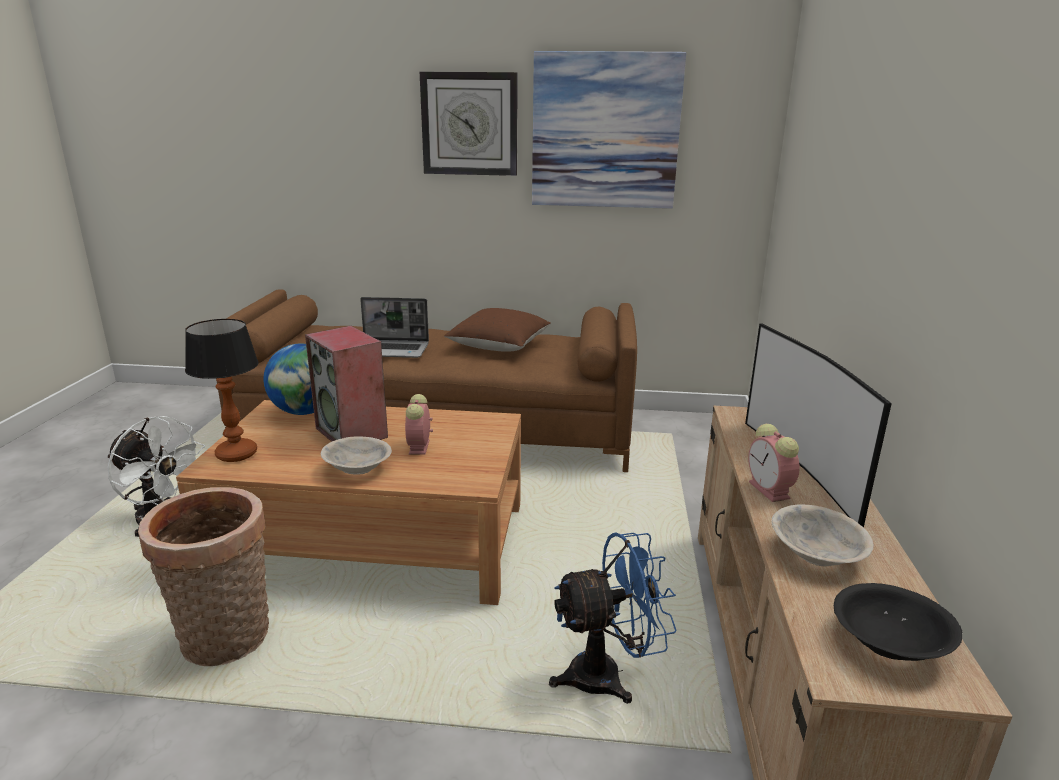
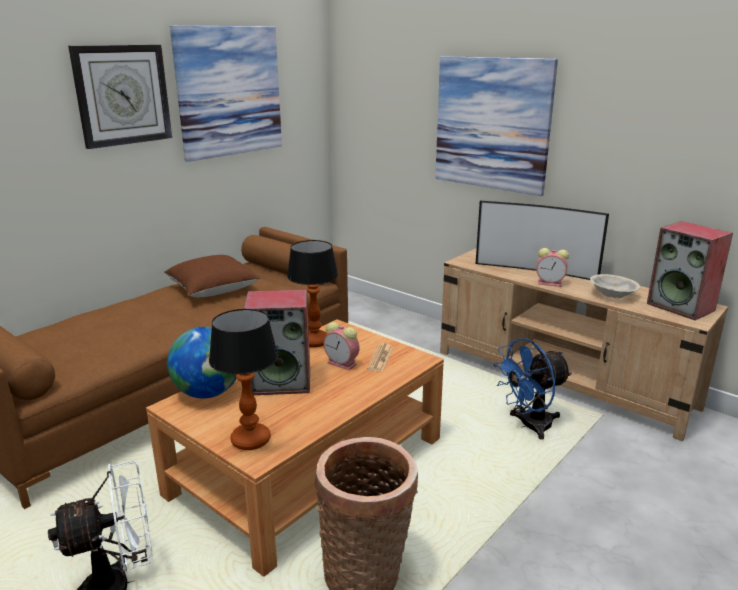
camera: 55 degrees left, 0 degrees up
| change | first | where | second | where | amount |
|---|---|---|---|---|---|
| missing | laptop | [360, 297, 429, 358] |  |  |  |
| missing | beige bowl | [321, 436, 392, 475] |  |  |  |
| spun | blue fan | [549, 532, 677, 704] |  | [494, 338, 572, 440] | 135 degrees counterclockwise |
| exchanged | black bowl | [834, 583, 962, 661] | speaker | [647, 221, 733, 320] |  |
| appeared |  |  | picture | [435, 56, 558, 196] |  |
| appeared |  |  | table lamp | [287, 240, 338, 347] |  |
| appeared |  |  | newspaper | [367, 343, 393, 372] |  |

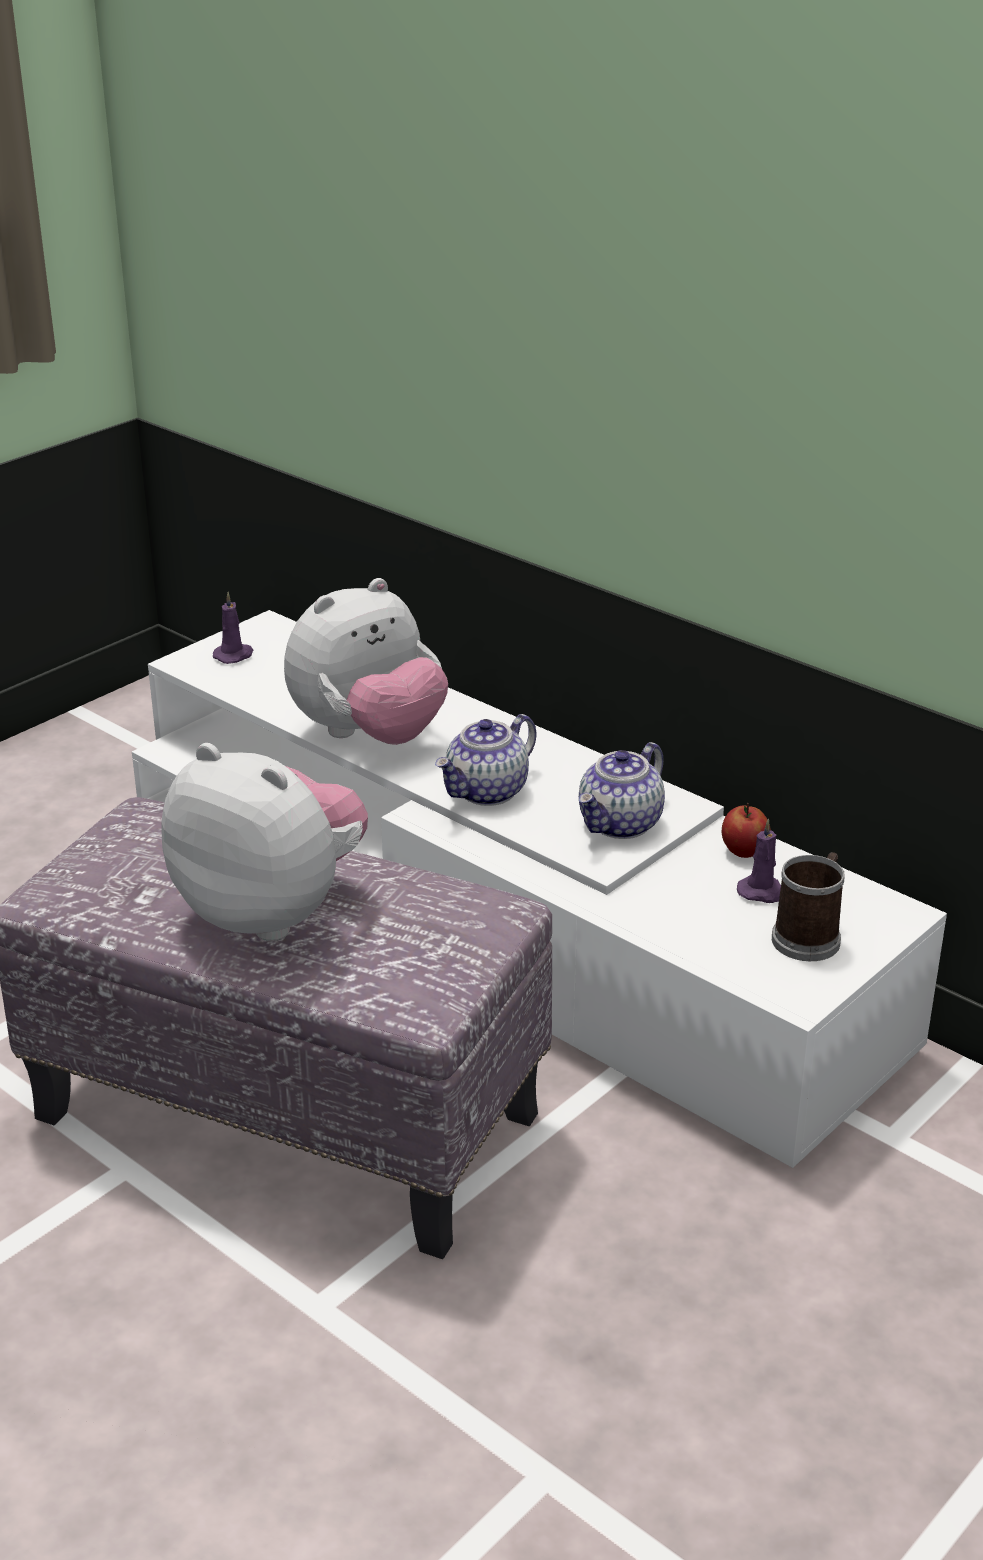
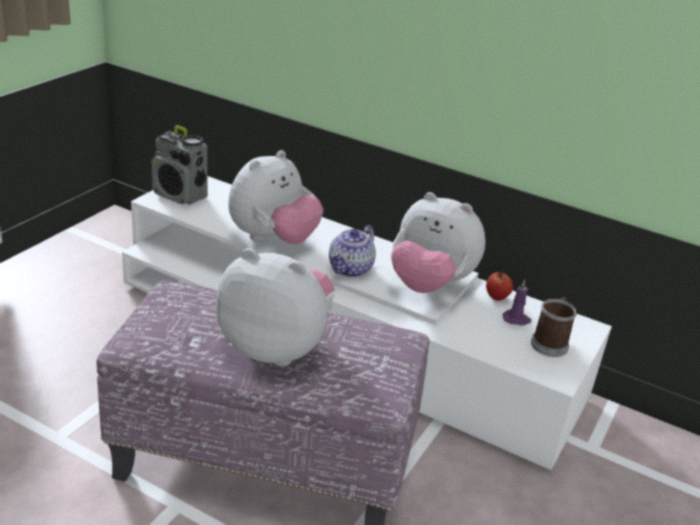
camera: 15 degrees left, 0 degrees up
| change | first | where | second | where | amount |
|---|---|---|---|---|---|
| exchanged | purple candle | [213, 592, 253, 664] | radio | [151, 125, 207, 205] |  |
| exchanged | teapot | [579, 742, 665, 839] | plush toy | [391, 192, 486, 293] |  |

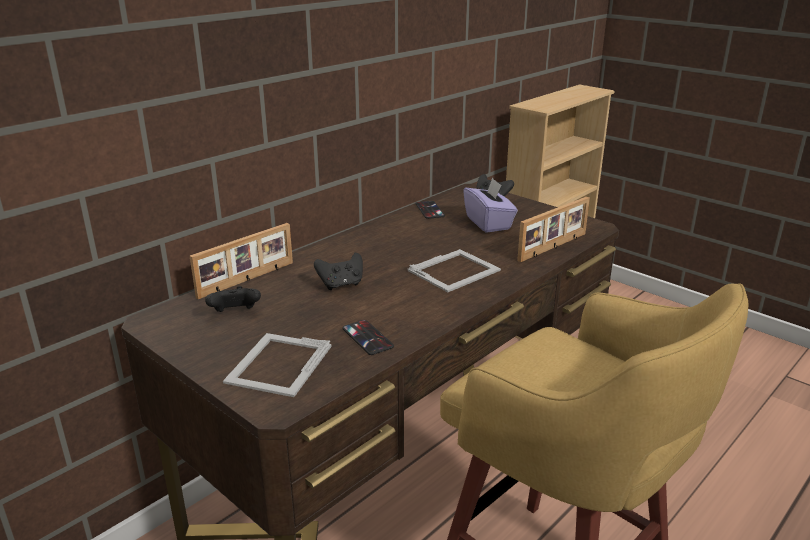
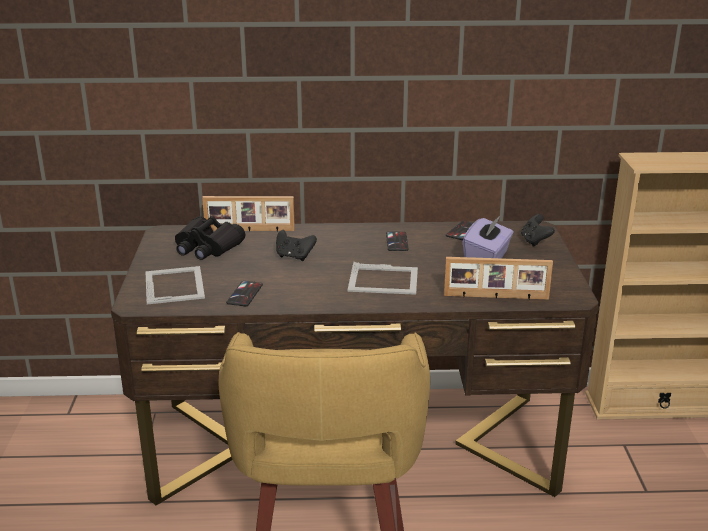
camera: 45 degrees right, 0 degrees up
| change | first | where | second | where | amount |
|---|---|---|---|---|---|
| exchanged | black game controller | [205, 286, 261, 312] | black binoculars | [175, 216, 245, 260] |  |
| spun | picture frame | [223, 333, 332, 397] |  | [145, 266, 205, 305] | 105 degrees clockwise |
| appeared |  |  | phone | [386, 231, 409, 251] |  |

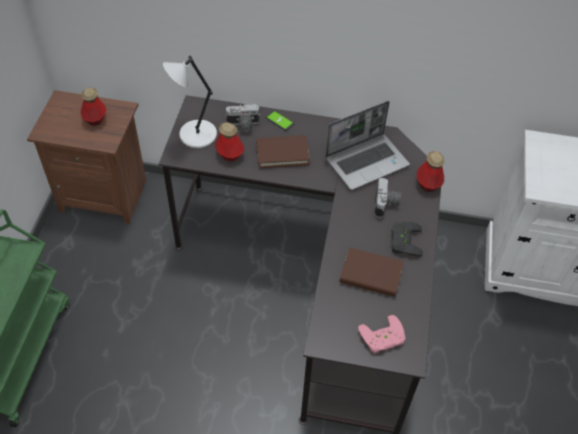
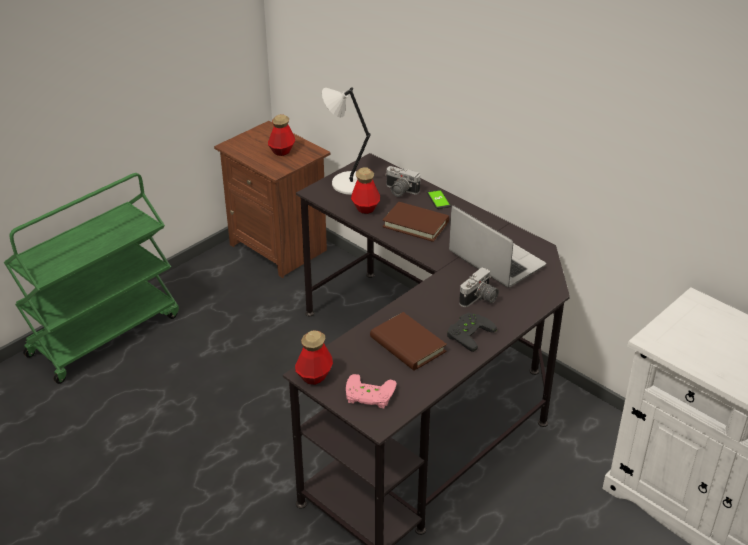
camera: 35 degrees right, 15 degrees down
| change | first | where | second | where | amount |
|---|---|---|---|---|---|
| spun | laptop | [325, 101, 410, 190] |  | [449, 205, 546, 288] | 135 degrees counterclockwise |
| relocated | bottle | [417, 152, 445, 192] |  | [295, 330, 333, 385] |  |

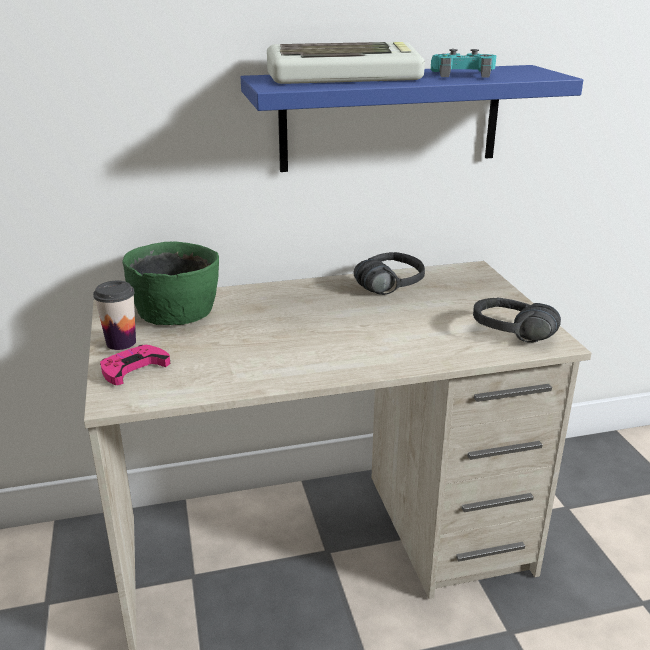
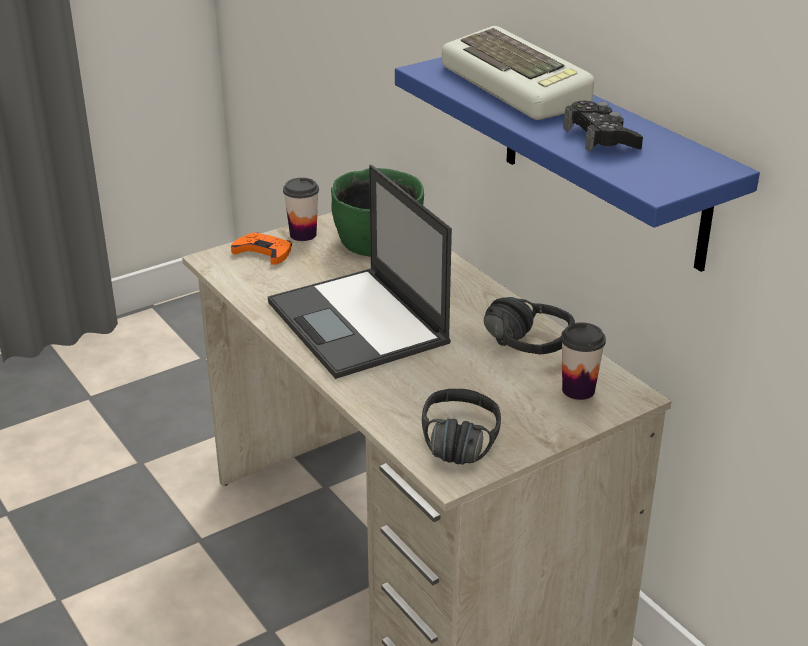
camera: 70 degrees right, 5 degrees up
| change | first | where | second | where | amount |
|---|---|---|---|---|---|
| colour | turquoise game controller | [431, 49, 496, 77] | black game controller | [563, 101, 643, 153] |  |
| colour | pink game controller | [100, 345, 170, 385] | orange game controller | [231, 233, 292, 265] |  |
| appeared |  |  | laptop | [268, 164, 452, 379] |  |
| appeared |  |  | cup | [561, 322, 606, 400] |  |

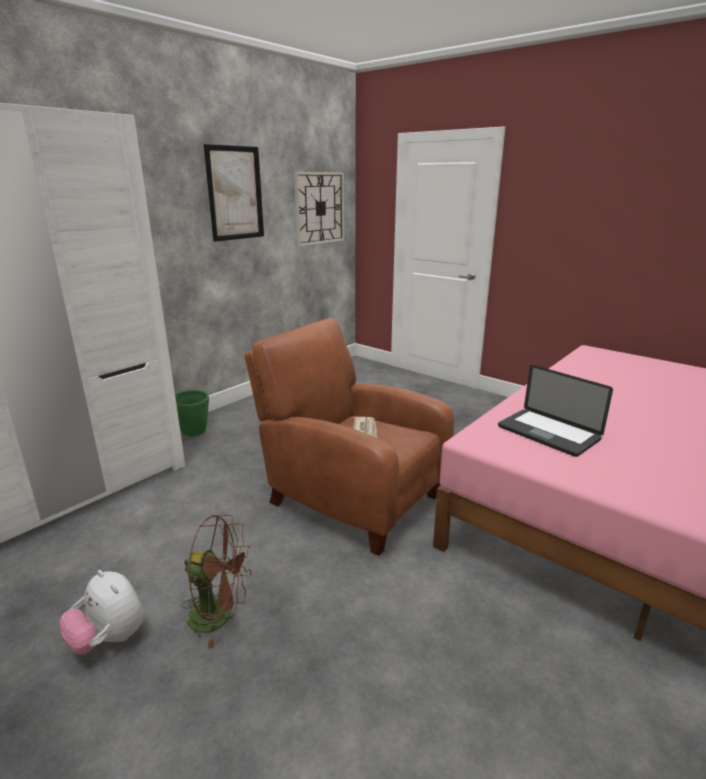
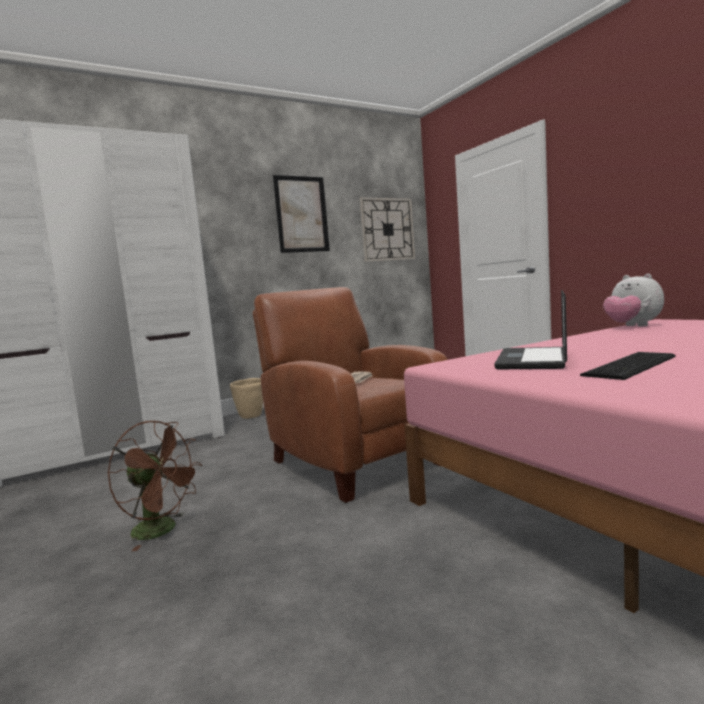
camera: 20 degrees right, 15 degrees down
| change | first | where | second | where | amount |
|---|---|---|---|---|---|
| spun | laptop | [498, 365, 613, 457] |  | [495, 290, 567, 369] | 45 degrees clockwise |
| colour | green planter | [175, 389, 209, 437] | beige planter | [230, 378, 263, 419] |  |
| relocated | plush toy | [59, 570, 144, 655] |  | [603, 274, 664, 326] |  |
| appeared |  |  | keyboard | [580, 352, 676, 380] |  |

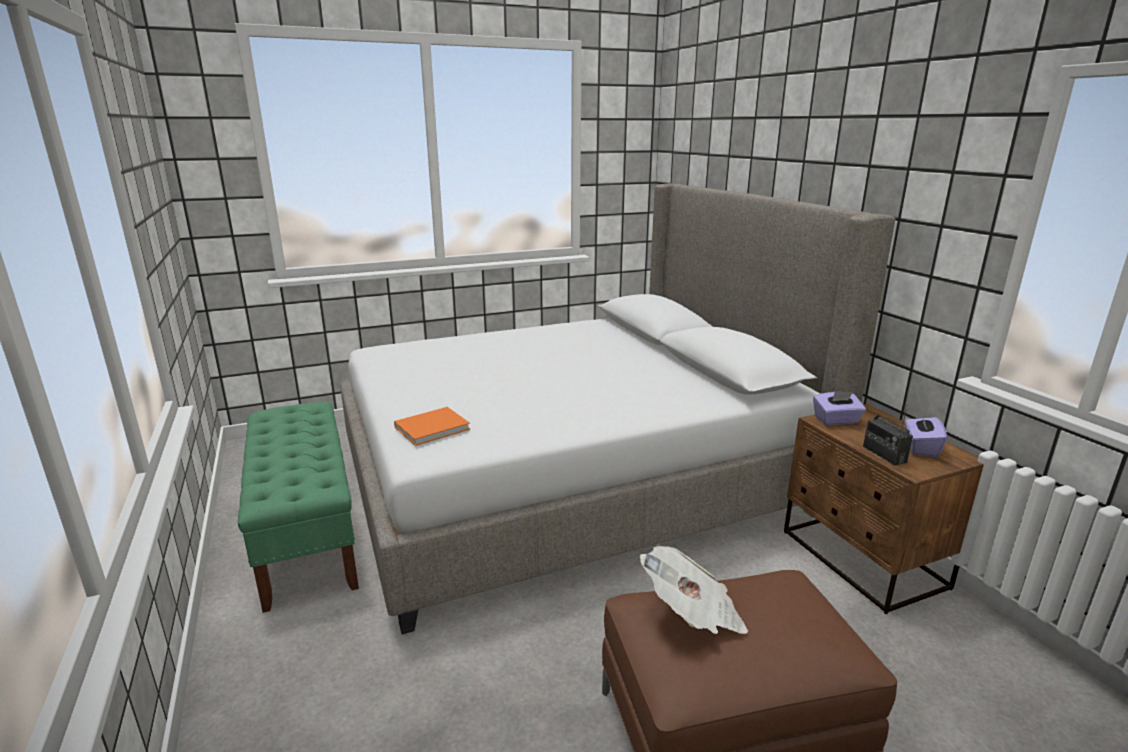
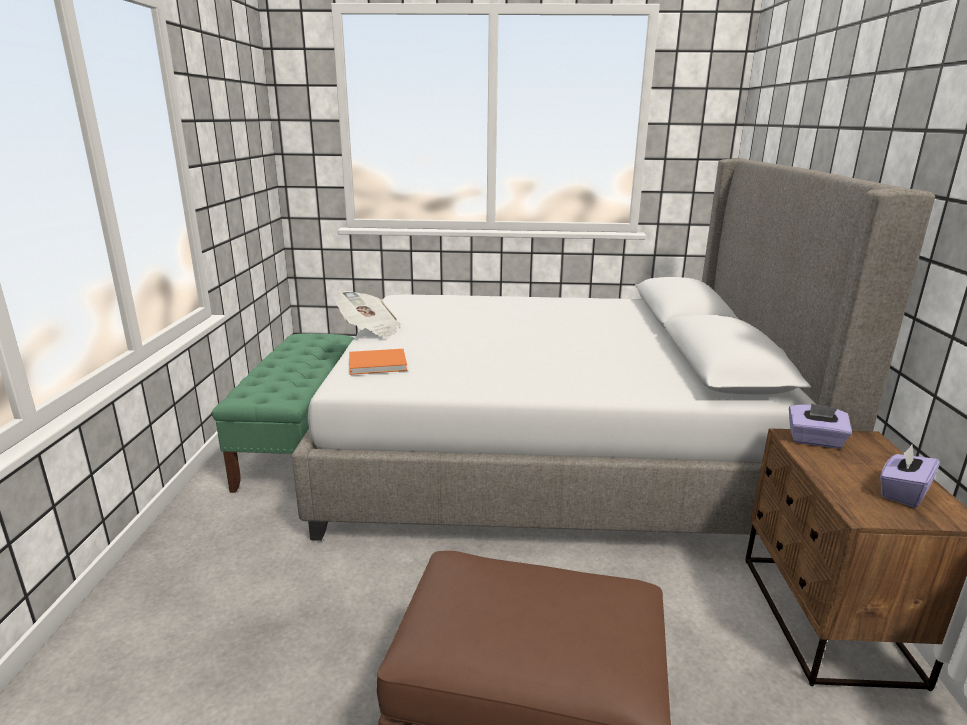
camera: 25 degrees right, 0 degrees up
| change | first | where | second | where | amount |
|---|---|---|---|---|---|
| missing | radio | [863, 405, 913, 466] |  |  |  |
| relocated | newspaper | [640, 546, 748, 634] |  | [336, 291, 401, 338] |  |

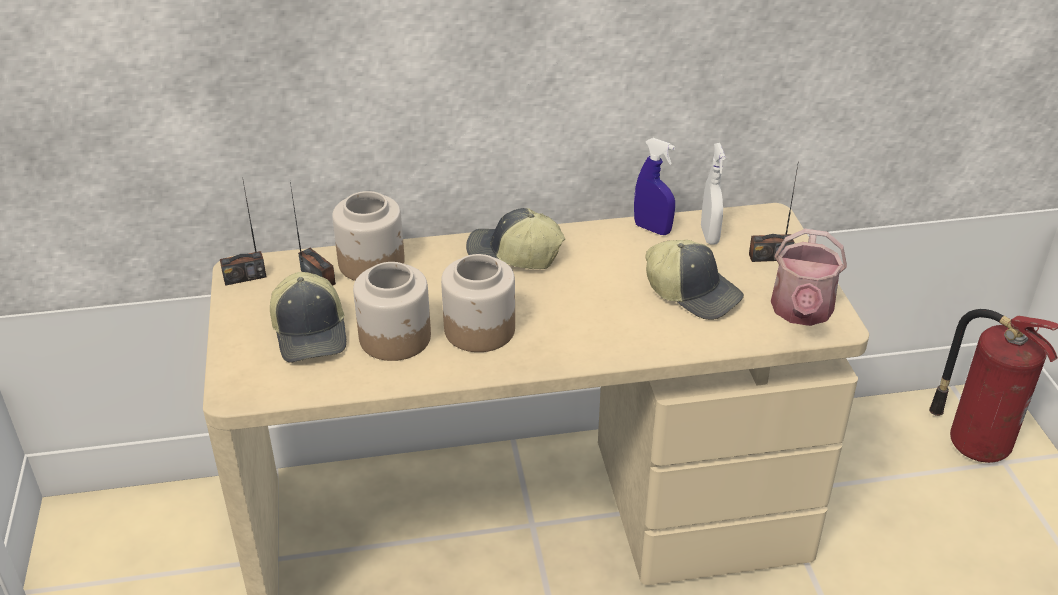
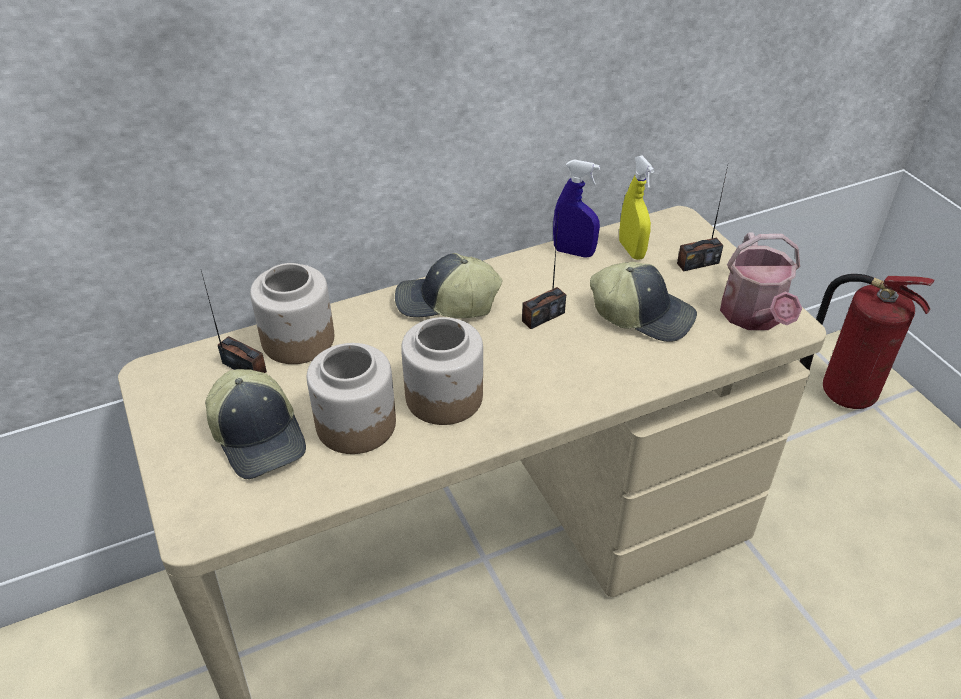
camera: 15 degrees left, 5 degrees up
| change | first | where | second | where | amount |
|---|---|---|---|---|---|
| colour | white spray bottle | [701, 143, 725, 245] | yellow spray bottle | [619, 156, 655, 260] |  |
| relocated | radio | [220, 182, 266, 286] |  | [522, 212, 566, 329] |  |

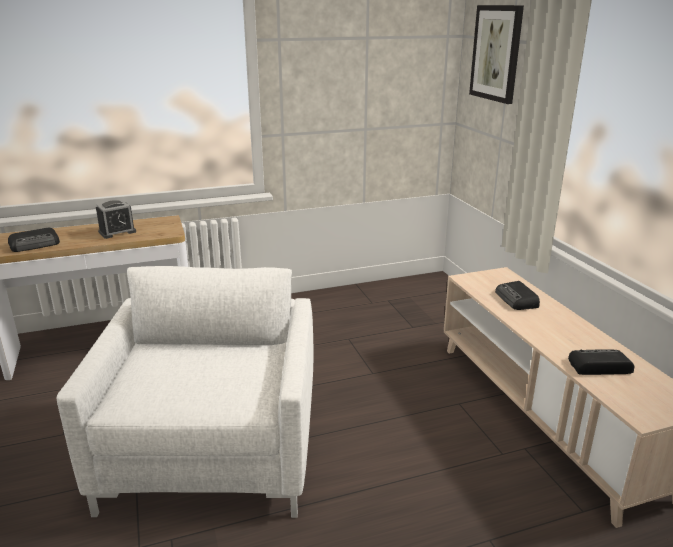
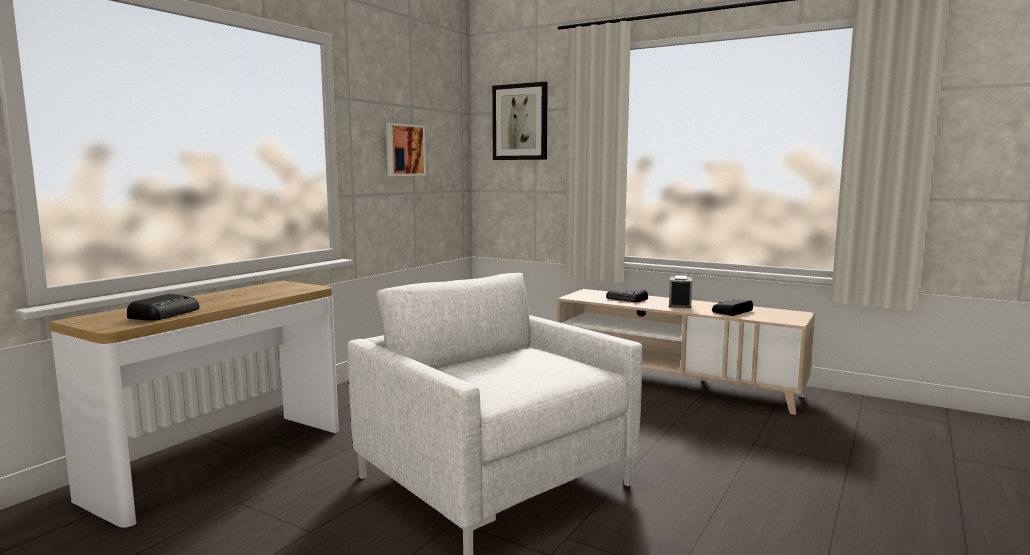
camera: 40 degrees left, 15 degrees down
| change | first | where | second | where | amount |
|---|---|---|---|---|---|
| relocated | alarm clock | [96, 200, 136, 239] |  | [669, 275, 692, 308] |  |
| appeared |  |  | picture | [386, 123, 426, 176] |  |

